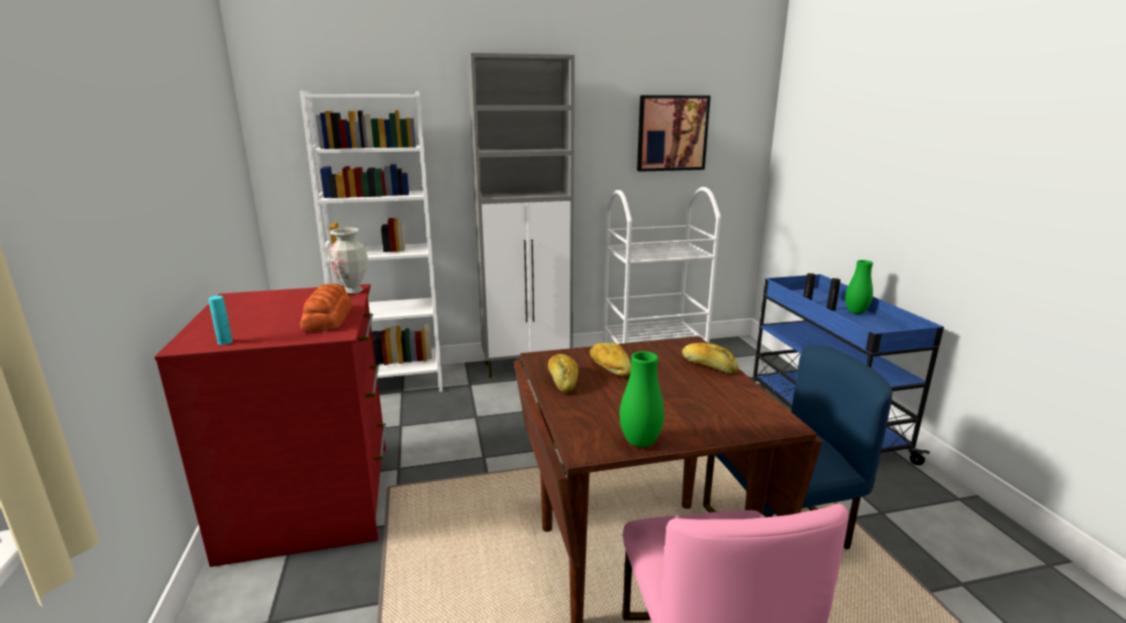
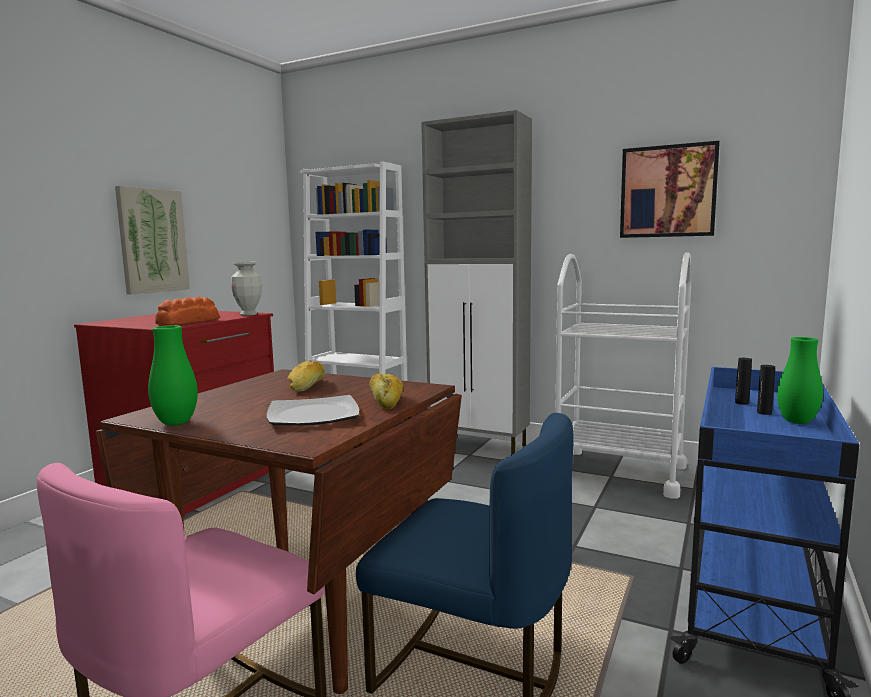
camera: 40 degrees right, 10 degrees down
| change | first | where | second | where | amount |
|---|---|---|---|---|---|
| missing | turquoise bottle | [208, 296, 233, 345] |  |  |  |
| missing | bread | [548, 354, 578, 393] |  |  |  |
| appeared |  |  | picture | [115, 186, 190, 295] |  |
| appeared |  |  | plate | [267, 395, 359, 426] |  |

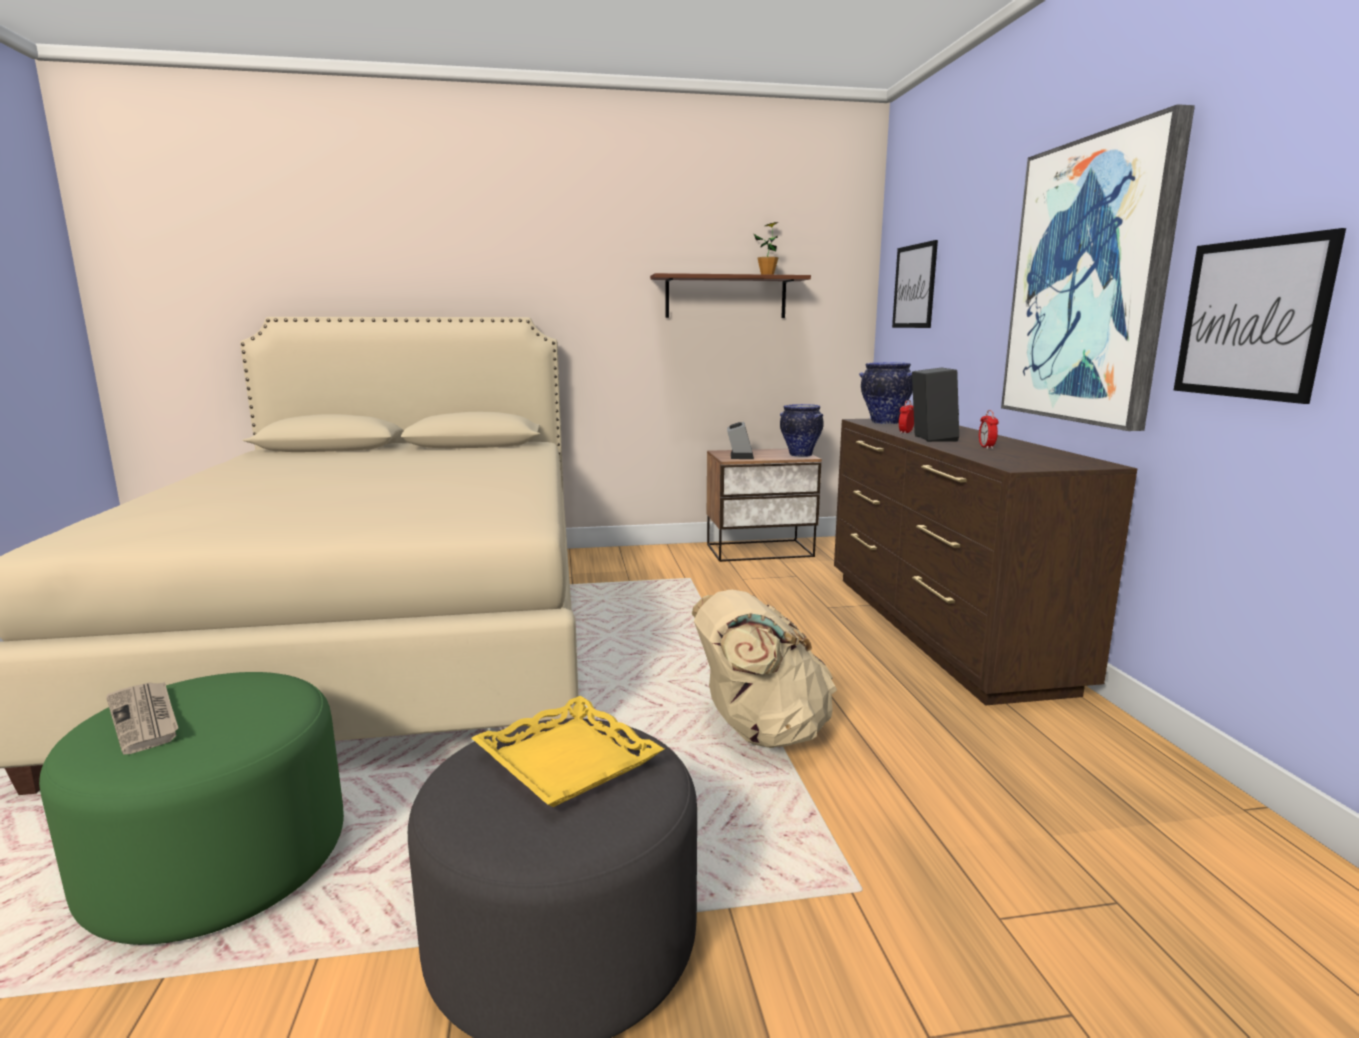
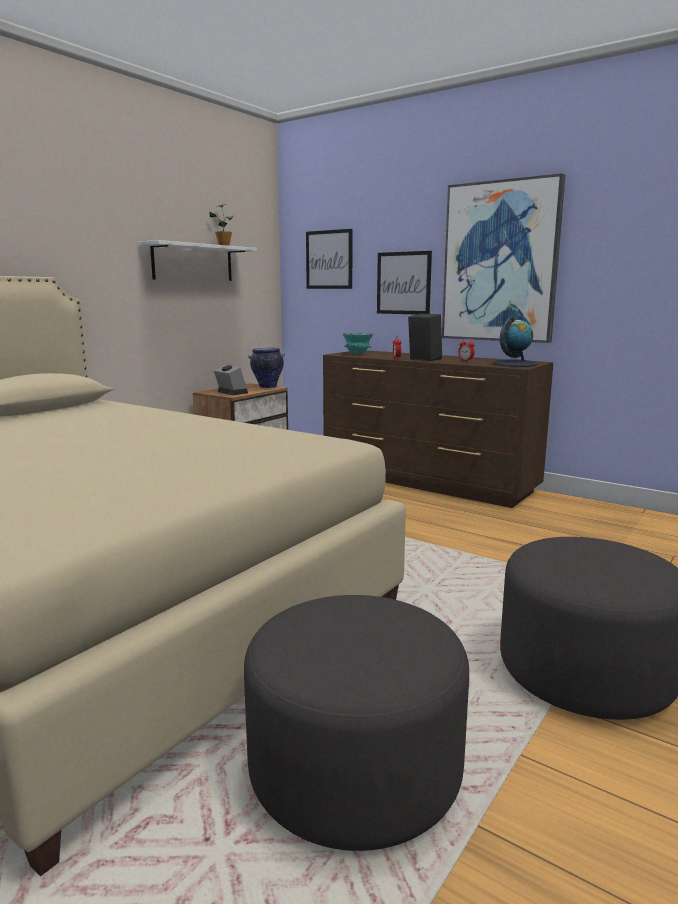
camera: 45 degrees left, 0 degrees up
| change | first | where | second | where | amount |
|---|---|---|---|---|---|
| relocated | picture | [1174, 228, 1346, 404] |  | [377, 251, 432, 314] |  |
| colour | brown shelf | [650, 273, 811, 318] | white shelf | [139, 240, 257, 281] |  |
| exchanged | vase | [859, 362, 913, 424] | turquoise bowl | [343, 333, 373, 355] |  |
| missing | beige backpack | [692, 590, 837, 748] |  |  |  |
| colour | green ottoman | [39, 672, 344, 945] | grey ottoman | [244, 595, 469, 851] |  |
| missing | newspaper | [106, 682, 178, 755] |  |  |  |
| missing | yellow tray | [472, 696, 664, 807] |  |  |  |
| appeared |  |  | globe | [493, 316, 538, 367] |  |

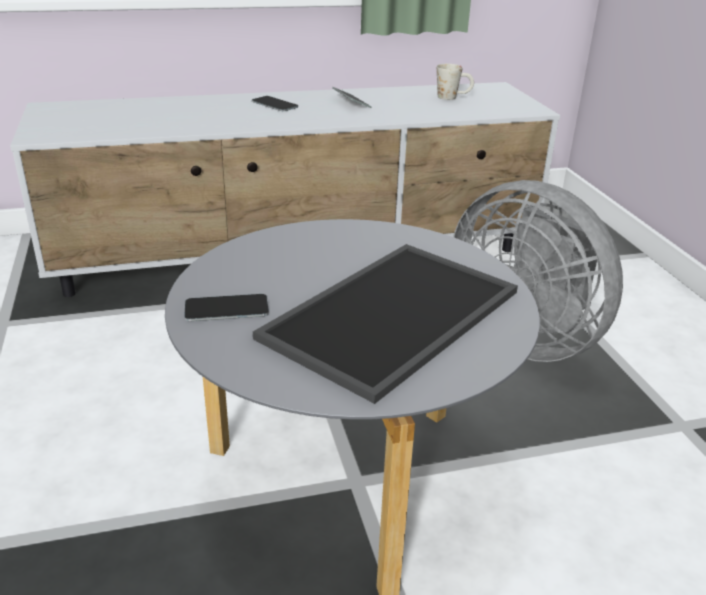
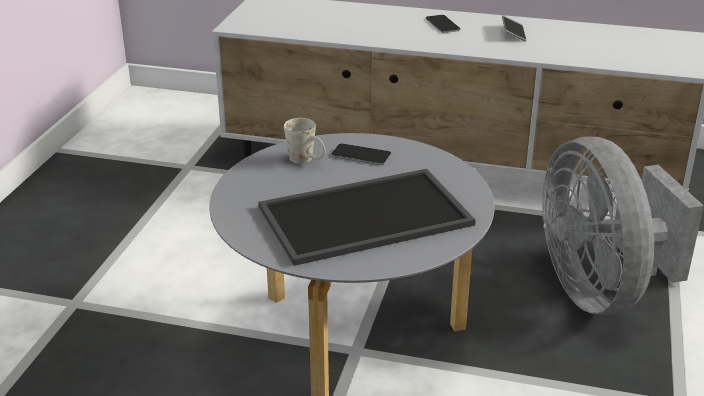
camera: 30 degrees right, 0 degrees up
| change | first | where | second | where | amount |
|---|---|---|---|---|---|
| relocated | white mug | [437, 64, 474, 100] |  | [284, 118, 325, 164] |  |
| relocated | phone | [184, 294, 269, 321] |  | [331, 144, 391, 165] |  |

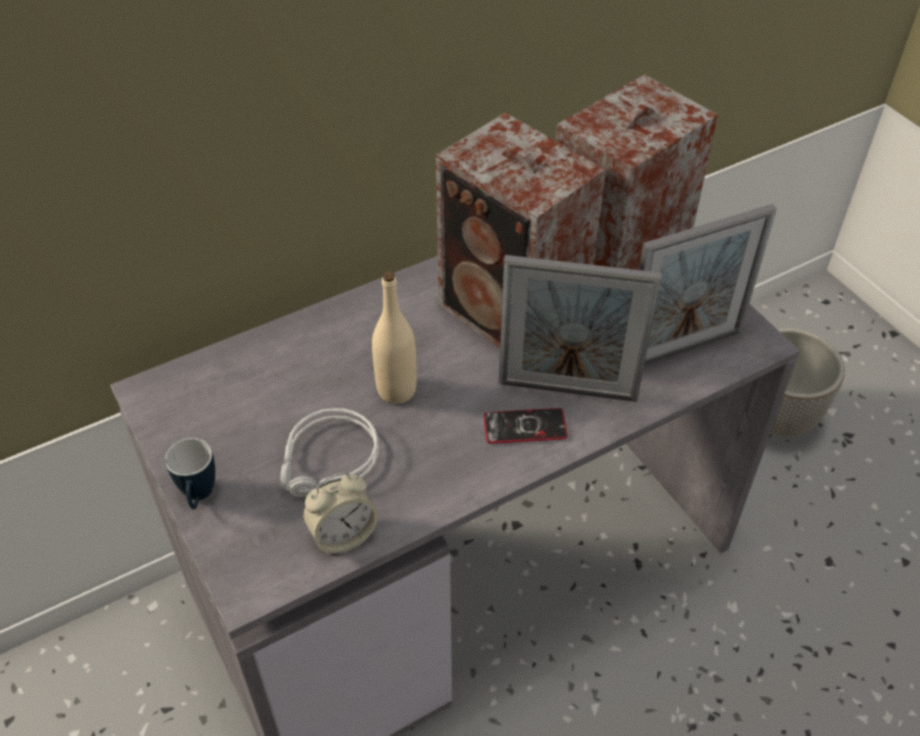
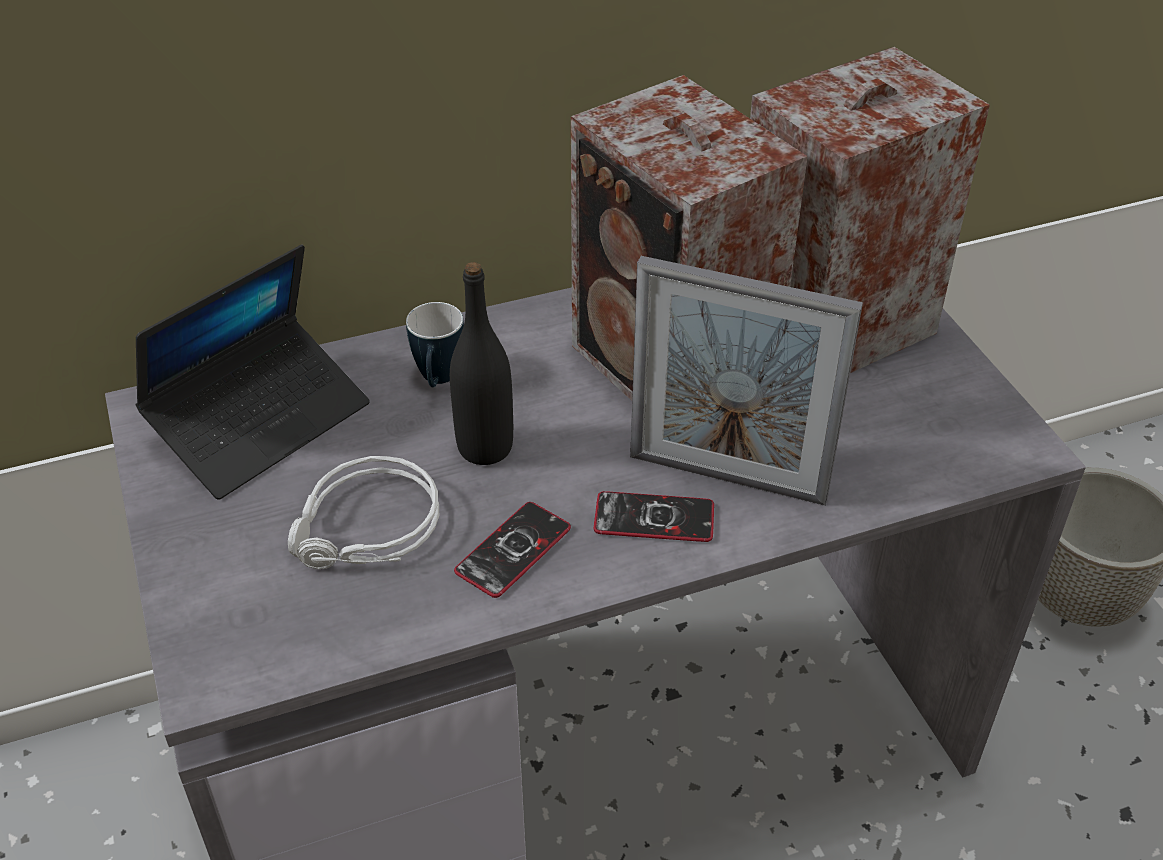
camera: 10 degrees right, 5 degrees down
| change | first | where | second | where | amount |
|---|---|---|---|---|---|
| missing | picture frame | [639, 204, 777, 365] |  |  |  |
| colour | beige bottle | [372, 272, 417, 404] | black bottle | [450, 262, 513, 465] |  |
| relocated | mug | [165, 438, 215, 509] |  | [406, 302, 464, 387] |  |
| missing | alarm clock | [302, 472, 378, 555] |  |  |  |
| appeared |  |  | laptop | [136, 245, 369, 500] |  |
| appeared |  |  | phone | [454, 502, 571, 598] |  |

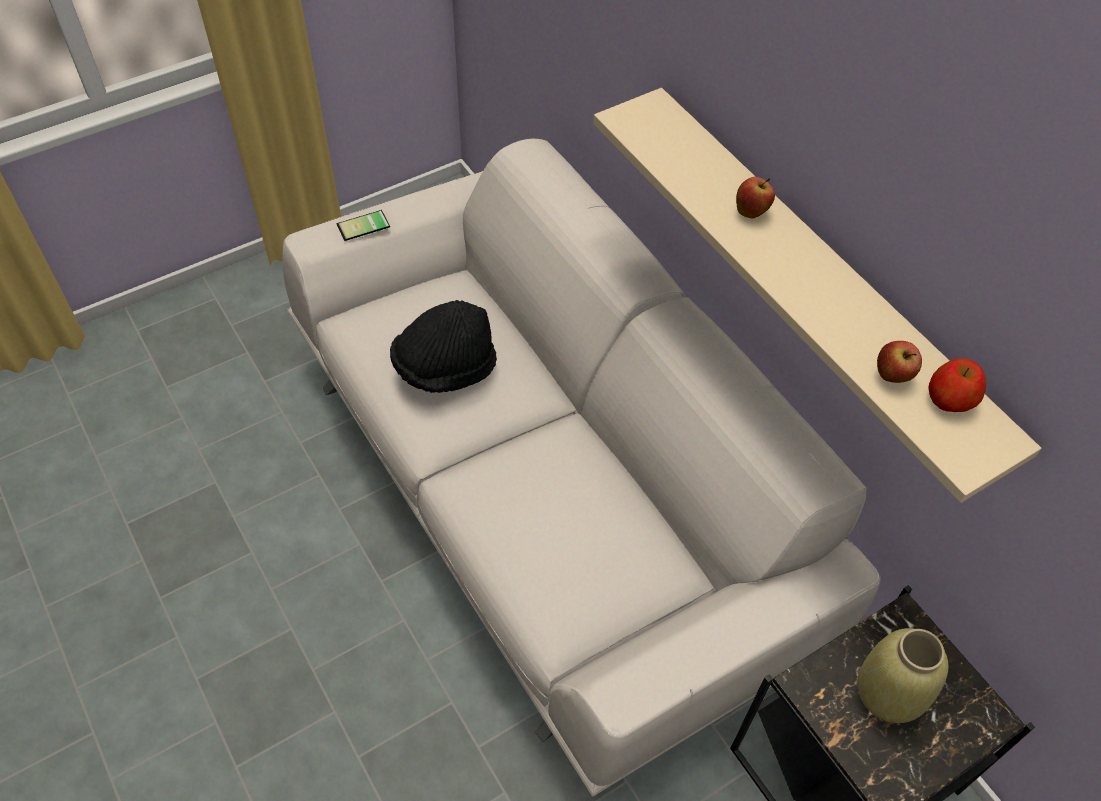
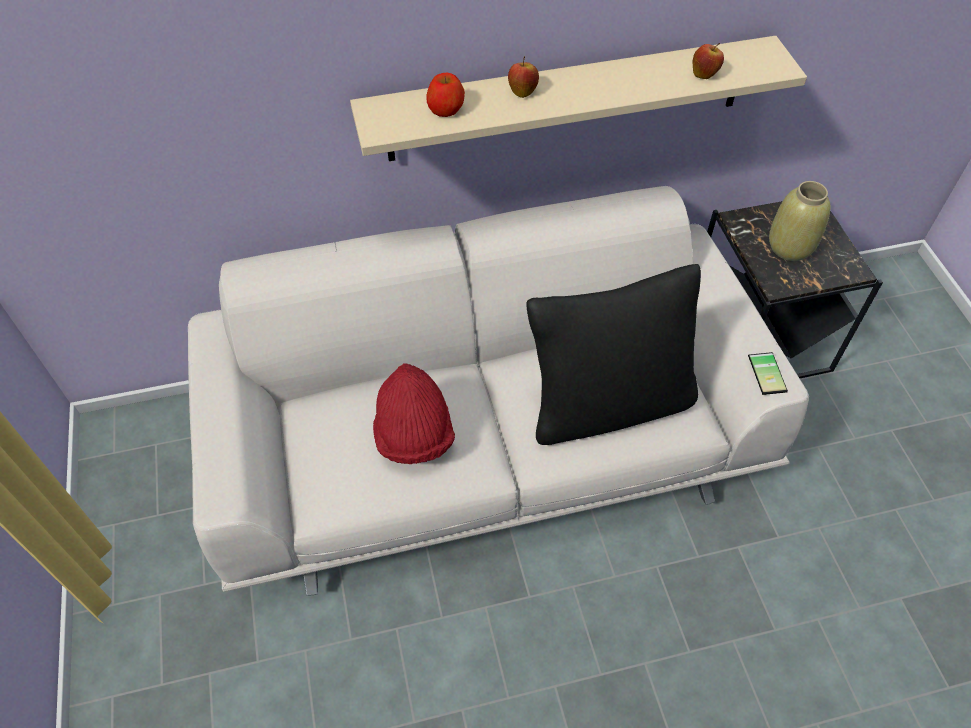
camera: 70 degrees left, 0 degrees up
| change | first | where | second | where | amount |
|---|---|---|---|---|---|
| relocated | phone | [336, 210, 390, 241] |  | [748, 352, 788, 395] |  |
| colour | black hat | [390, 300, 497, 393] | red hat | [373, 363, 455, 464] |  |
| relocated | apple | [928, 359, 986, 412] |  | [426, 73, 465, 117] |  |
| appeared |  |  | black pillow | [526, 264, 701, 445] |  |

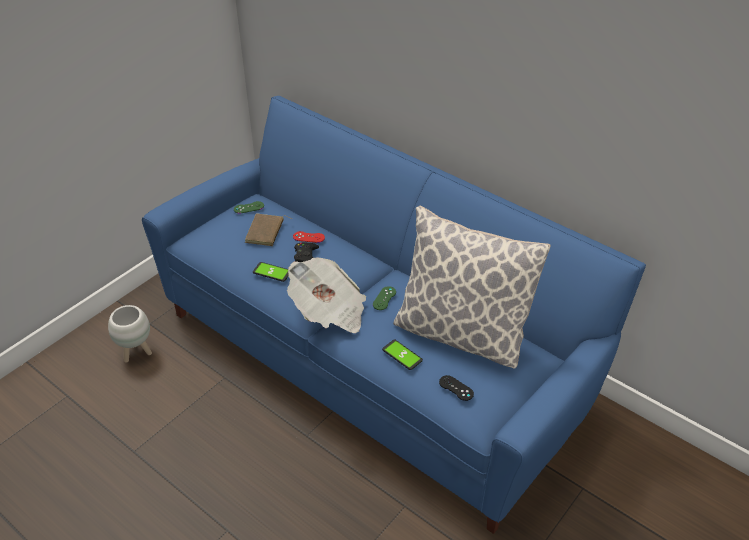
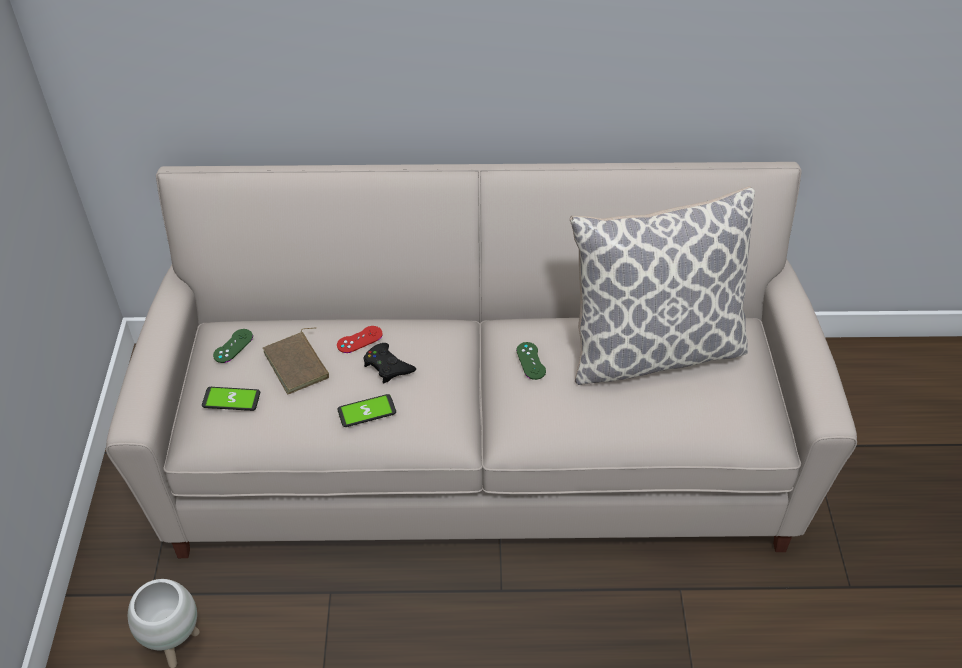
camera: 40 degrees left, 5 degrees up
| change | first | where | second | where | amount |
|---|---|---|---|---|---|
| colour | blue sofa | [142, 96, 646, 534] | beige sofa | [106, 162, 857, 558] |  |
| missing | newspaper | [287, 258, 366, 333] |  |  |  |
| relocated | phone | [382, 339, 423, 370] |  | [202, 387, 260, 411] |  |
| missing | black game controller | [439, 375, 474, 401] |  |  |  |

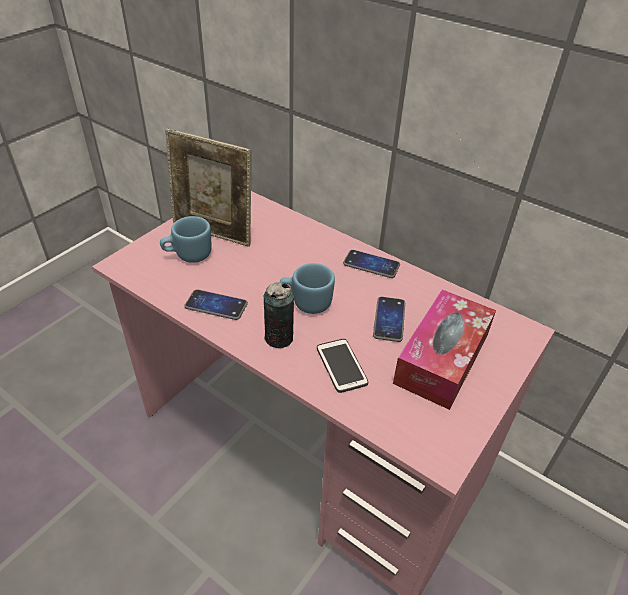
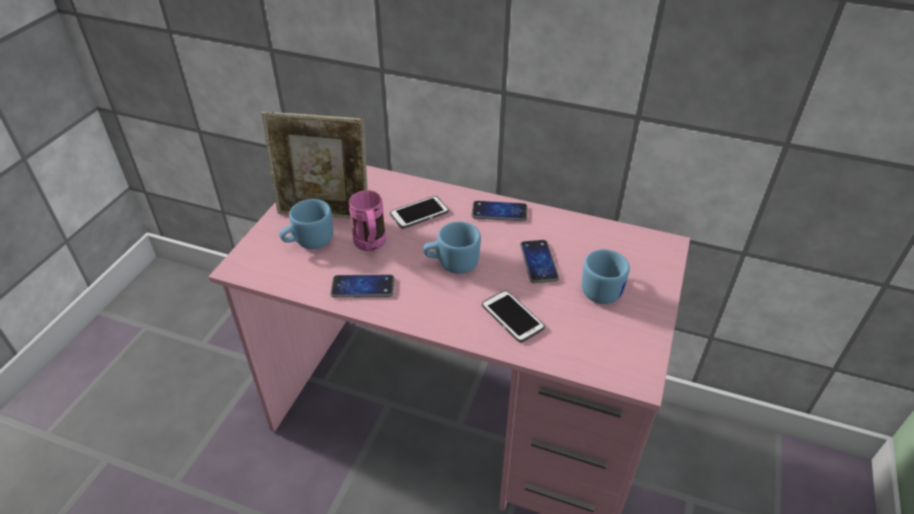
camera: 15 degrees left, 0 degrees up
| change | first | where | second | where | amount |
|---|---|---|---|---|---|
| missing | can | [264, 282, 294, 348] |  |  |  |
| exchanged | tissue box | [393, 290, 496, 410] | blue mug | [582, 249, 630, 304] |  |
| appeared |  |  | pink mug | [349, 190, 386, 251] |  |
| appeared |  |  | phone | [390, 196, 449, 229] |  |

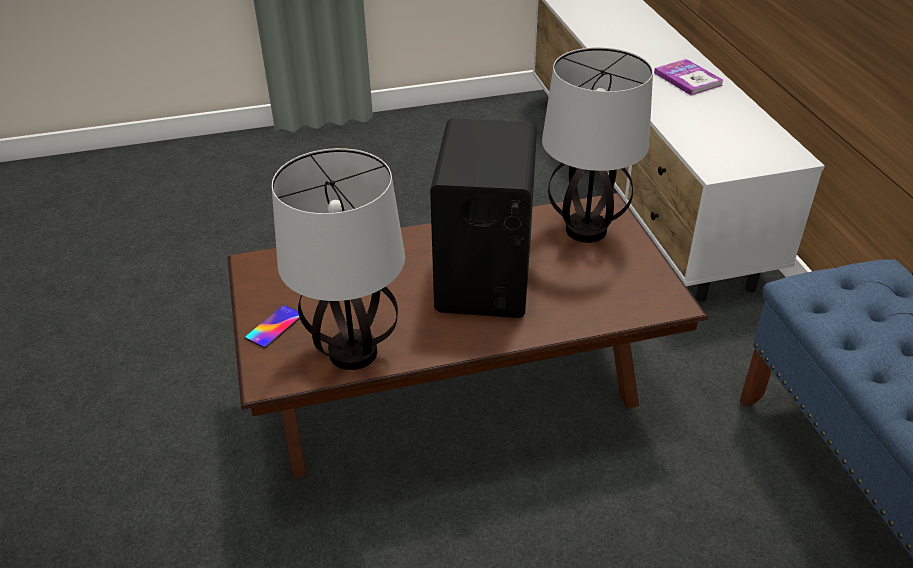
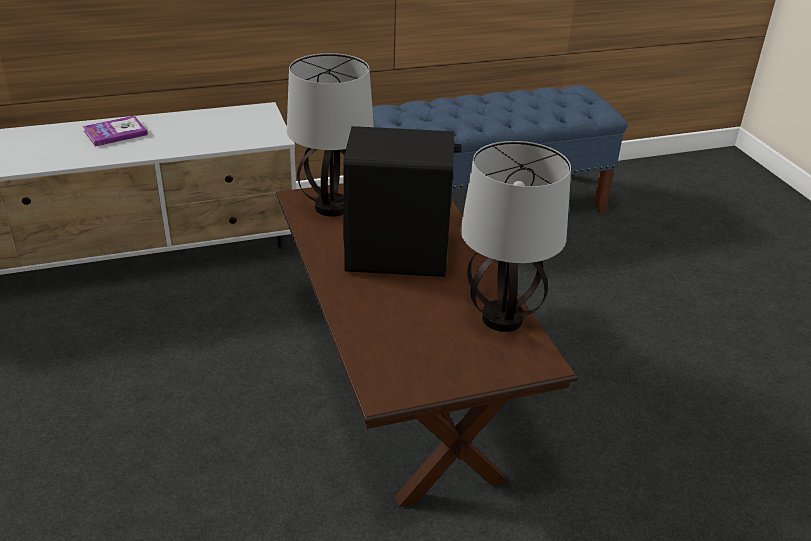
camera: 95 degrees left, 5 degrees down
| change | first | where | second | where | amount |
|---|---|---|---|---|---|
| missing | phone | [245, 305, 300, 348] |  |  |  |

